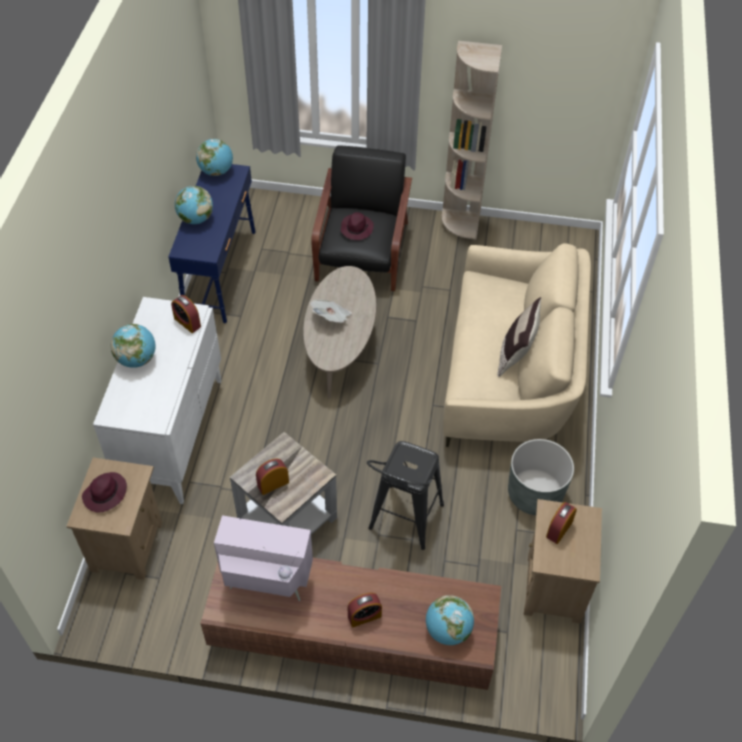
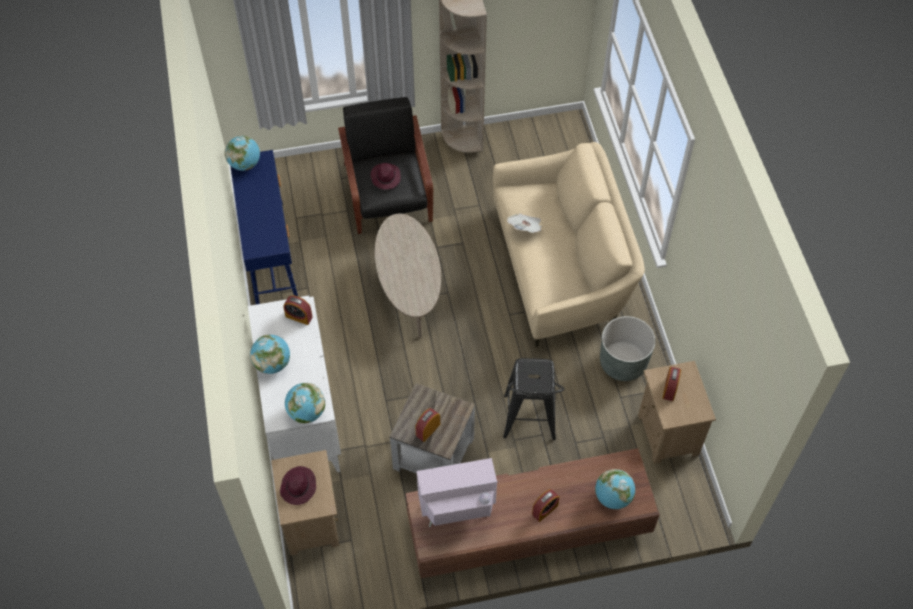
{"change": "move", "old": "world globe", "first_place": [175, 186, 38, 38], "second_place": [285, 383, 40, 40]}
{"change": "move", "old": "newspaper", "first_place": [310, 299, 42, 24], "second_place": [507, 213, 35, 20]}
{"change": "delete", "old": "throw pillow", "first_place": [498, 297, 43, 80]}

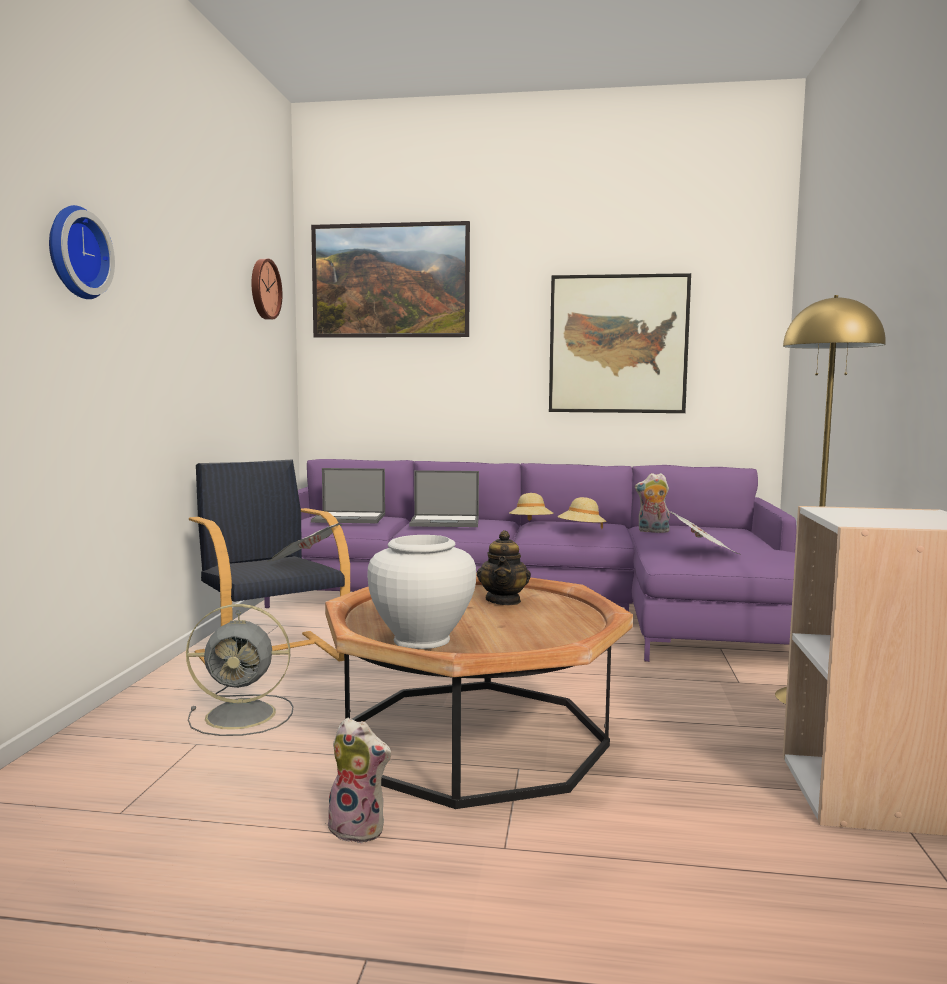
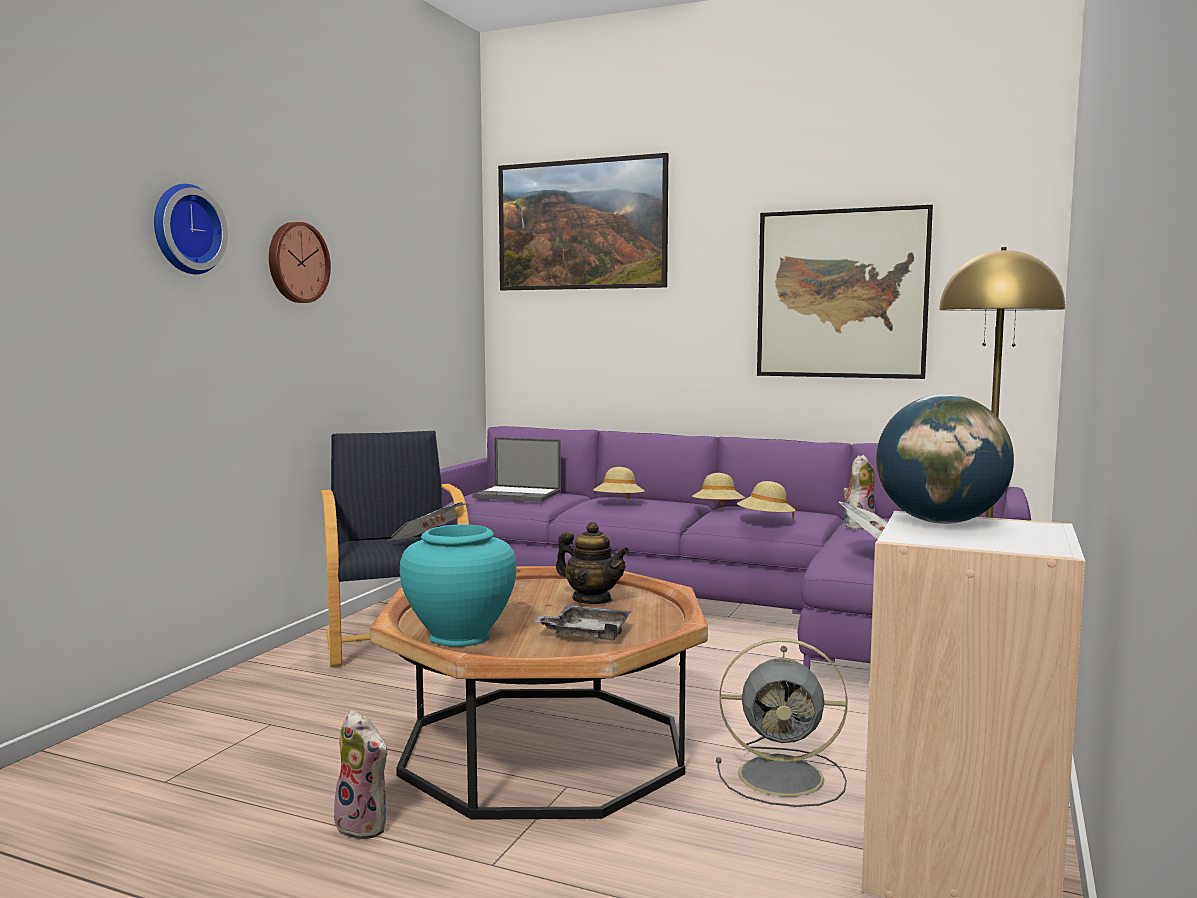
{"change": "move", "old": "greyish fan", "first_place": [186, 604, 107, 132], "second_place": [716, 638, 132, 169]}
{"change": "move", "old": "hanging clock", "first_place": [252, 259, 30, 61], "second_place": [269, 222, 62, 81]}
{"change": "recolor", "old": "whitish flower vase", "new": "turquoise-coloured flower vase", "first_place": [367, 535, 109, 114], "second_place": [400, 524, 117, 123]}
{"change": "replace", "old": "notebook computer", "new": "beige-coloured clothing hat", "first_place": [409, 470, 70, 57], "second_place": [593, 467, 52, 32]}
{"change": "rotate", "old": "pot for tea", "first_place": [477, 530, 54, 75], "second_place": [556, 522, 74, 82], "degrees": -75}
{"change": "rotate", "old": "cuddly toy", "first_place": [635, 473, 35, 60], "second_place": [843, 455, 32, 75], "degrees": 105}
{"change": "insert", "new": "greyish tray", "second_place": [533, 605, 98, 35]}
{"change": "insert", "new": "world globe", "second_place": [876, 394, 138, 130]}

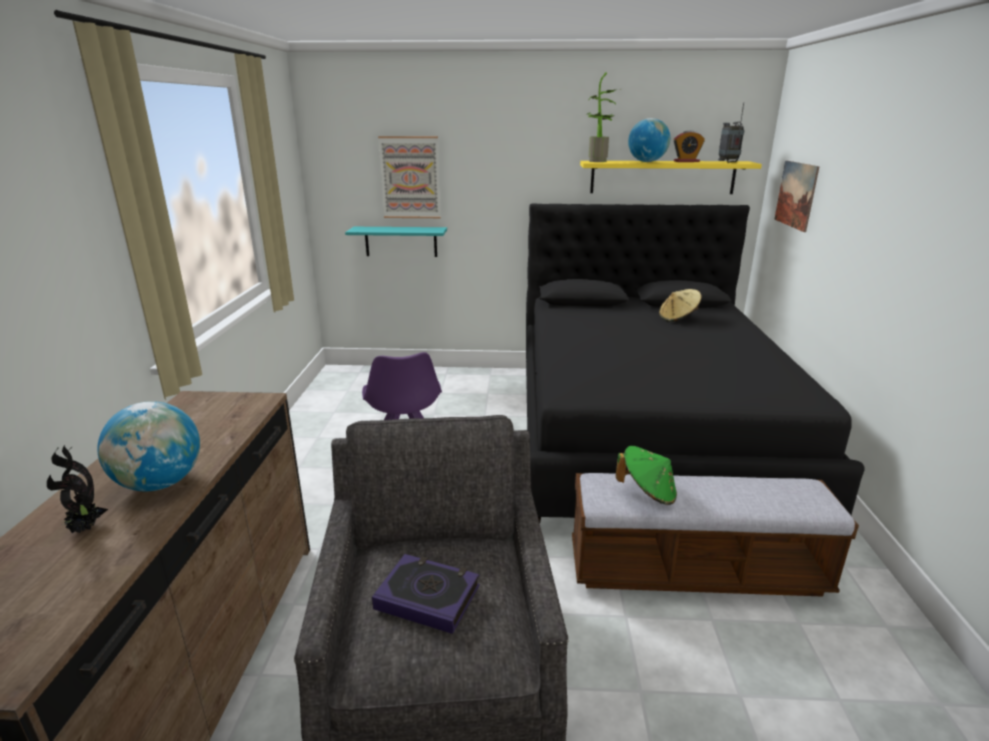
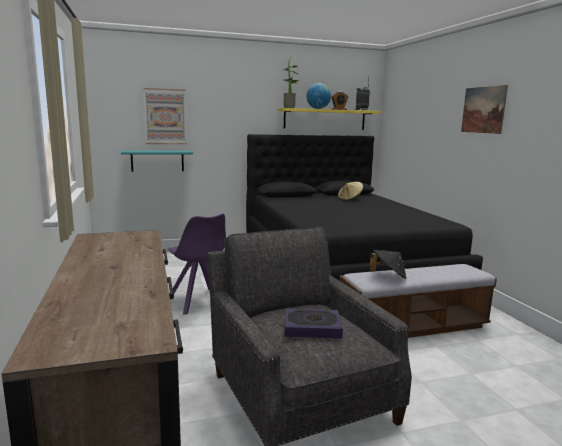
{"change": "delete", "old": "houseplant", "first_place": [47, 444, 61, 89]}
{"change": "delete", "old": "world globe", "first_place": [97, 401, 103, 90]}
{"change": "recolor", "old": "green clothing hat", "new": "black-coloured clothing hat", "first_place": [616, 446, 61, 59], "second_place": [369, 250, 38, 29]}
{"change": "move", "old": "picture", "first_place": [774, 160, 45, 72], "second_place": [461, 85, 47, 49]}

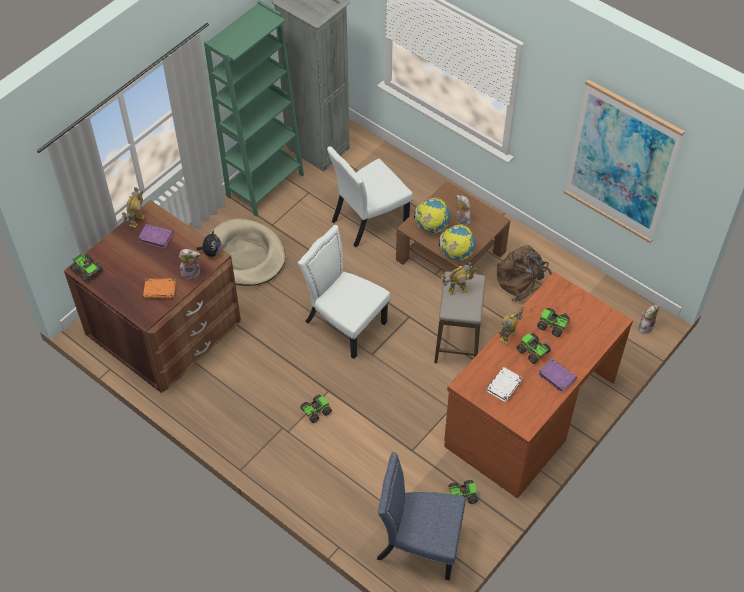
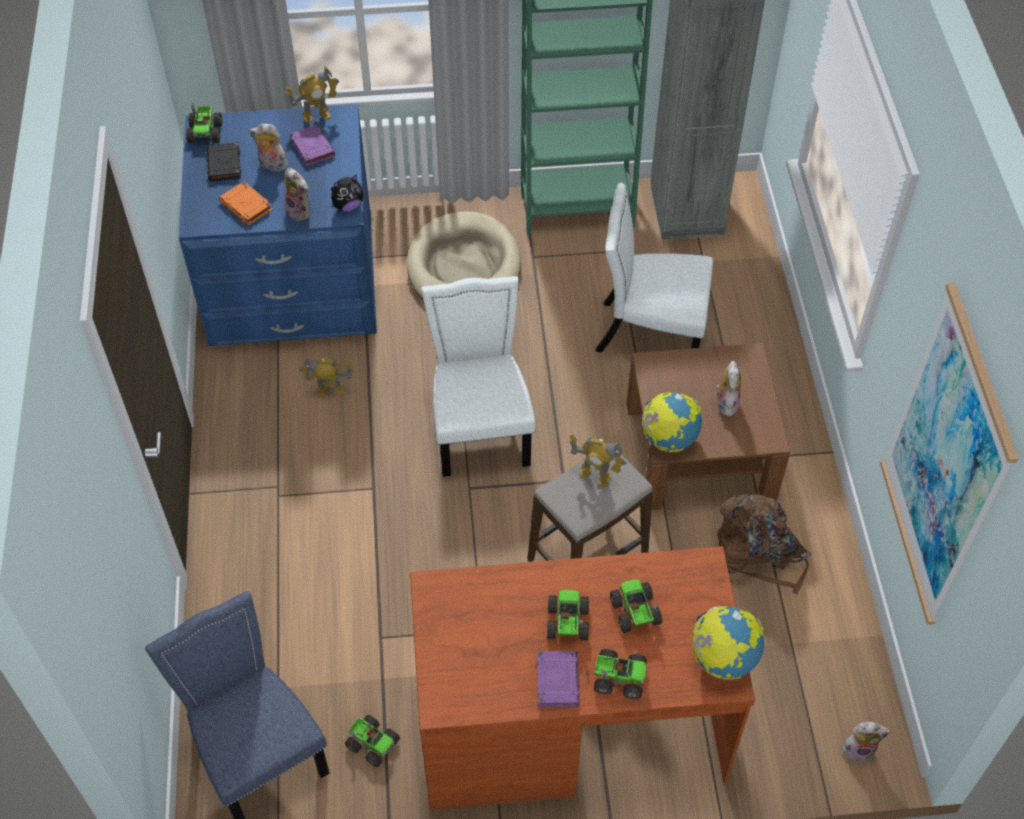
{"change": "recolor", "old": "brown dresser", "new": "blue dresser", "first_place": [64, 200, 177, 193], "second_place": [179, 104, 198, 242]}
{"change": "move", "old": "toy truck", "first_place": [300, 395, 32, 28], "second_place": [594, 649, 53, 50]}
{"change": "move", "old": "world globe", "first_place": [414, 197, 36, 36], "second_place": [692, 606, 72, 74]}
{"change": "delete", "old": "whitish book", "first_place": [486, 367, 36, 35]}
{"change": "move", "old": "model robot", "first_place": [499, 306, 25, 39], "second_place": [299, 358, 55, 39]}
{"change": "insert", "new": "black-coloured book", "second_place": [207, 142, 34, 40]}
{"change": "insert", "new": "cuddly toy", "second_place": [249, 123, 39, 48]}

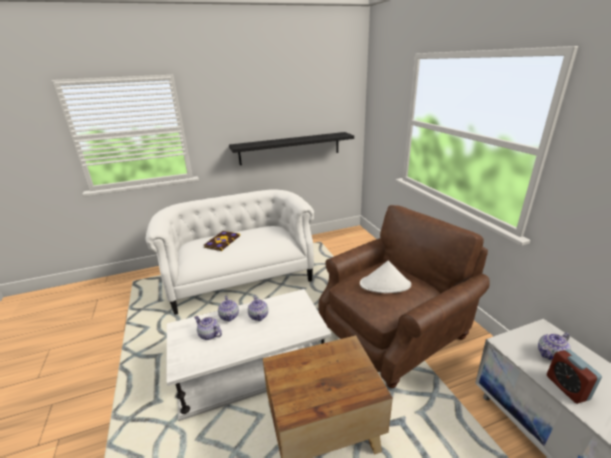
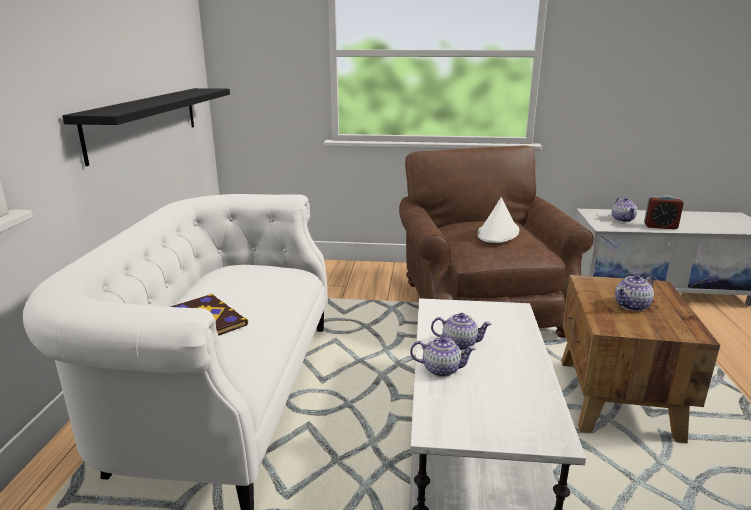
{"change": "move", "old": "pot for tea", "first_place": [194, 316, 28, 24], "second_place": [615, 274, 39, 37]}

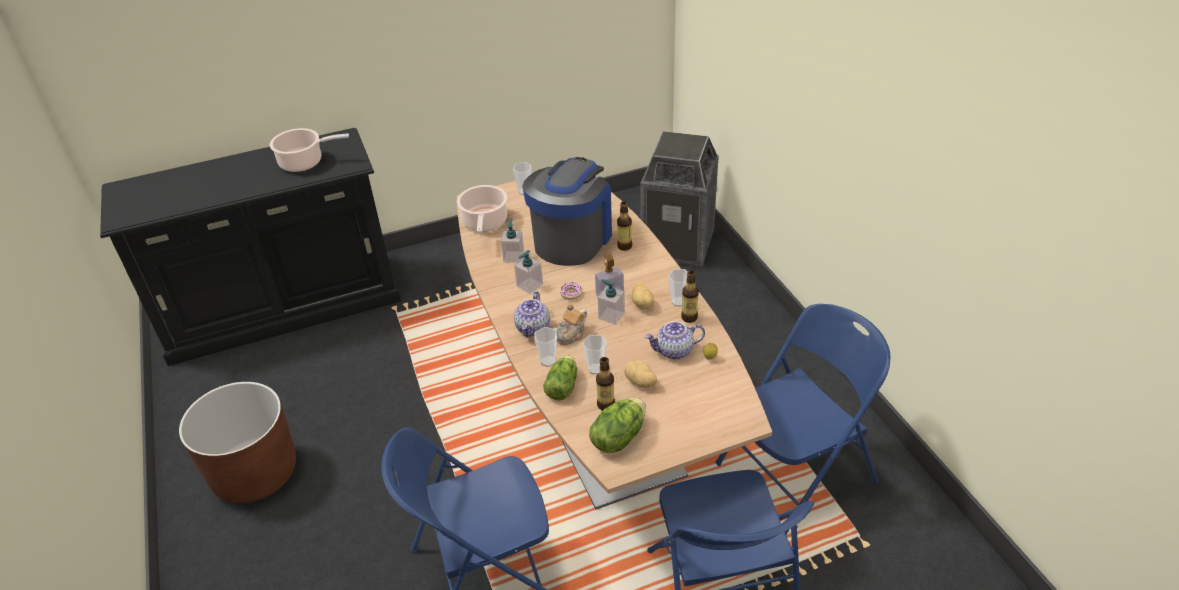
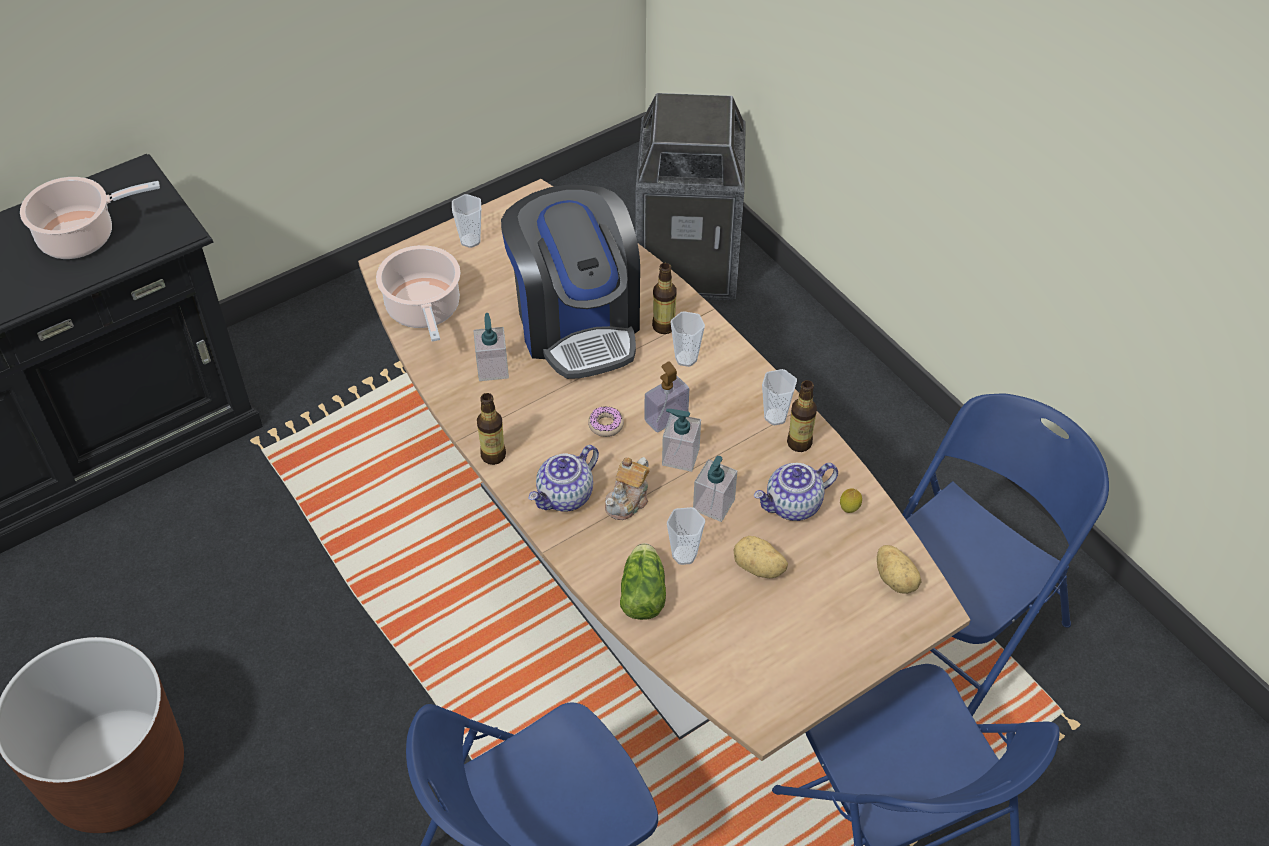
{"change": "move", "old": "soap bottle", "first_place": [514, 250, 29, 44], "second_place": [693, 456, 44, 66]}
{"change": "rotate", "old": "pot for tea", "first_place": [514, 291, 36, 46], "second_place": [529, 445, 70, 67], "degrees": 45}
{"change": "rotate", "old": "coffee machine", "first_place": [522, 157, 90, 109], "second_place": [501, 185, 139, 194], "degrees": 150}
{"change": "move", "old": "drinking cup", "first_place": [534, 327, 23, 40], "second_place": [671, 311, 34, 56]}
{"change": "delete", "old": "lettuce", "first_place": [589, 398, 57, 55]}
{"change": "move", "old": "beverage bottle", "first_place": [596, 357, 19, 54], "second_place": [477, 393, 29, 72]}
{"change": "move", "old": "whole potato", "first_place": [632, 283, 22, 26], "second_place": [877, 545, 44, 49]}

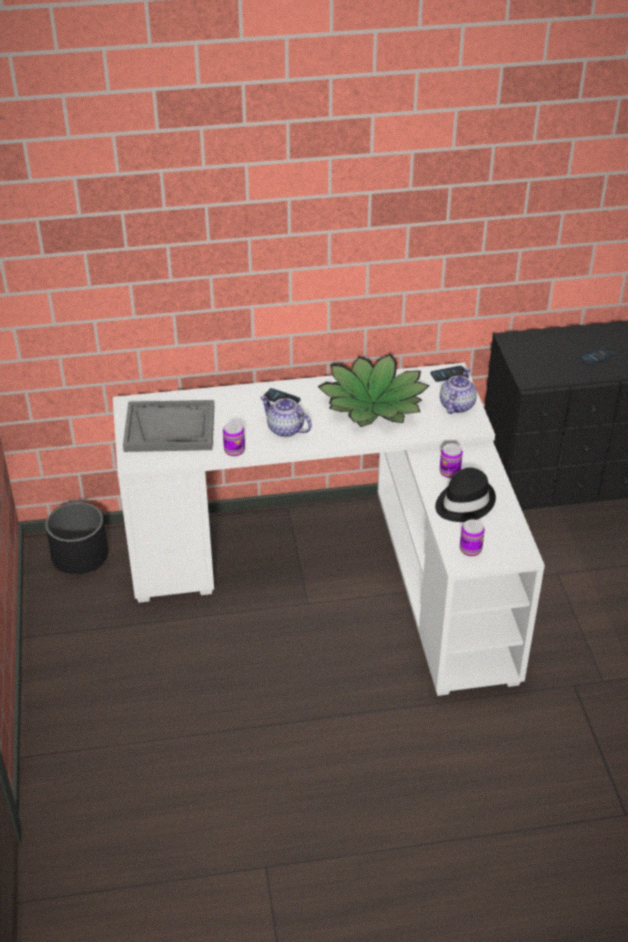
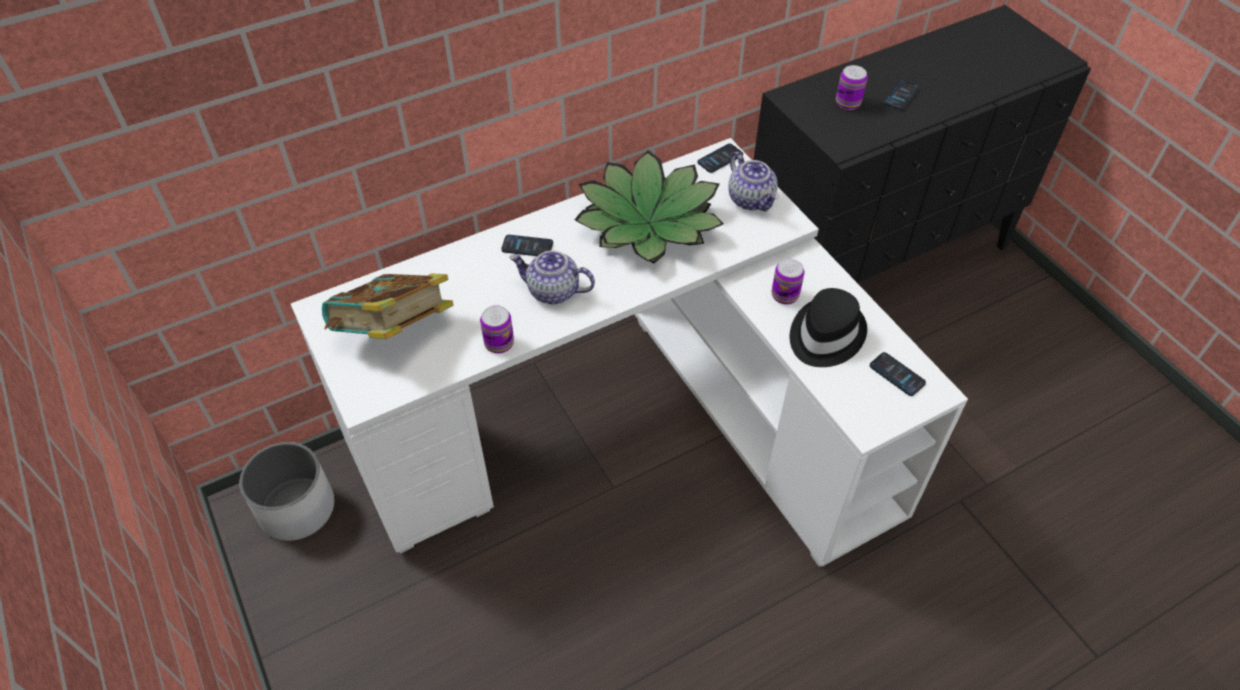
{"change": "recolor", "old": "black-coloured plant pot", "new": "whitish plant pot", "first_place": [46, 502, 62, 73], "second_place": [239, 442, 95, 99]}
{"change": "replace", "old": "greyish tray", "new": "book", "first_place": [123, 400, 91, 52], "second_place": [322, 273, 131, 66]}
{"change": "rotate", "old": "pot for tea", "first_place": [440, 368, 37, 46], "second_place": [728, 152, 51, 59], "degrees": 150}
{"change": "move", "old": "can", "first_place": [460, 519, 25, 38], "second_place": [836, 65, 32, 45]}
{"change": "insert", "new": "handset", "second_place": [869, 352, 57, 44]}

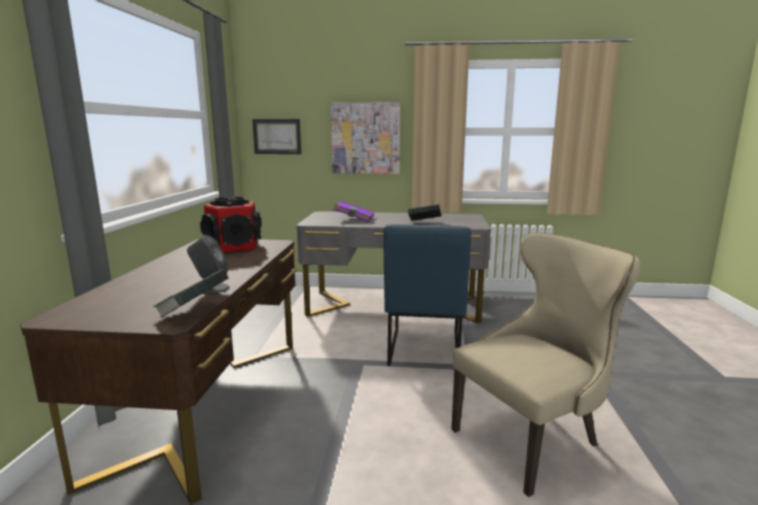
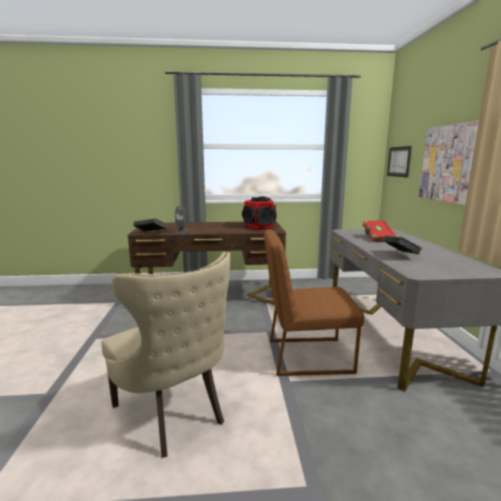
{"change": "recolor", "old": "purplish book", "new": "red-coloured book", "first_place": [333, 201, 41, 21], "second_place": [363, 220, 34, 22]}
{"change": "recolor", "old": "blue chair", "new": "brown chair", "first_place": [383, 225, 88, 141], "second_place": [264, 229, 100, 147]}

